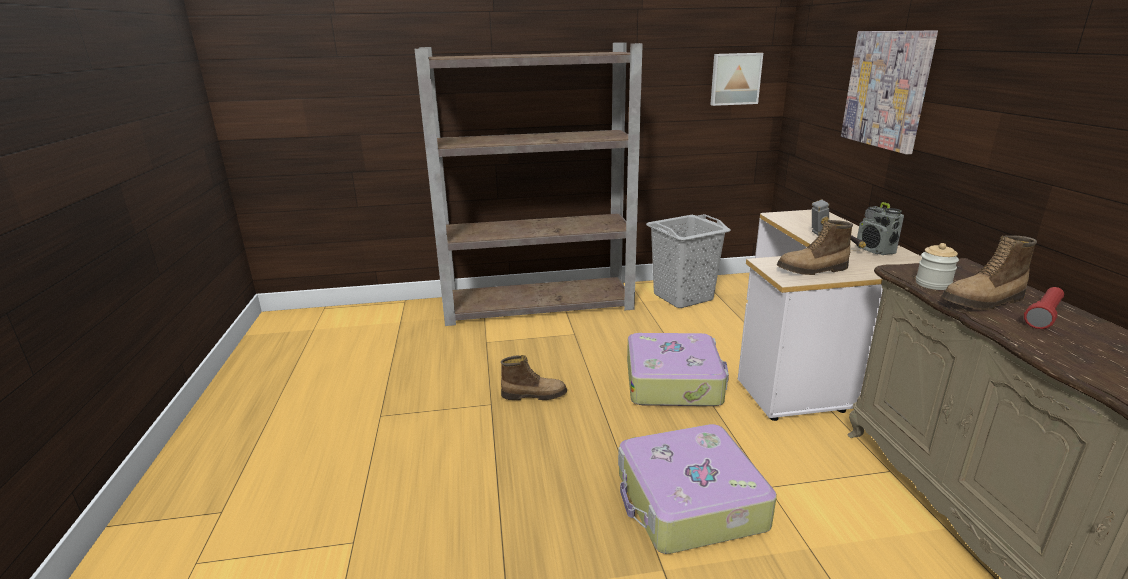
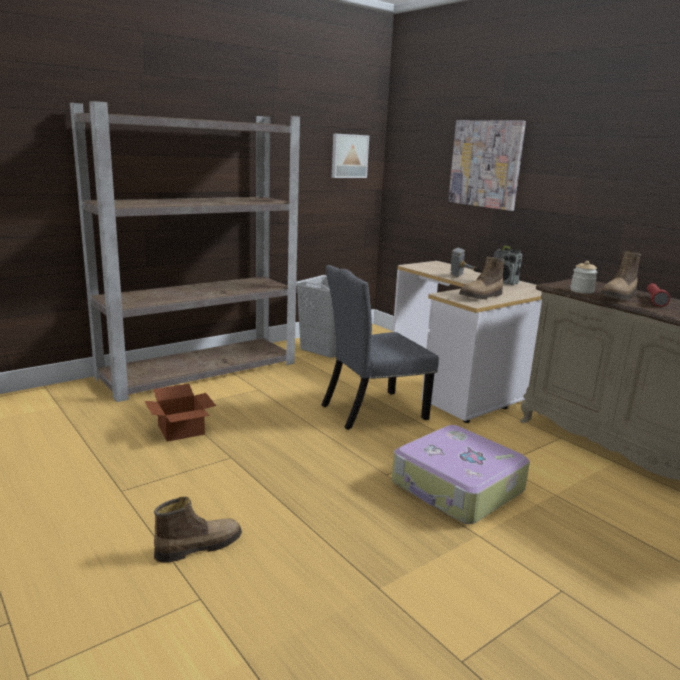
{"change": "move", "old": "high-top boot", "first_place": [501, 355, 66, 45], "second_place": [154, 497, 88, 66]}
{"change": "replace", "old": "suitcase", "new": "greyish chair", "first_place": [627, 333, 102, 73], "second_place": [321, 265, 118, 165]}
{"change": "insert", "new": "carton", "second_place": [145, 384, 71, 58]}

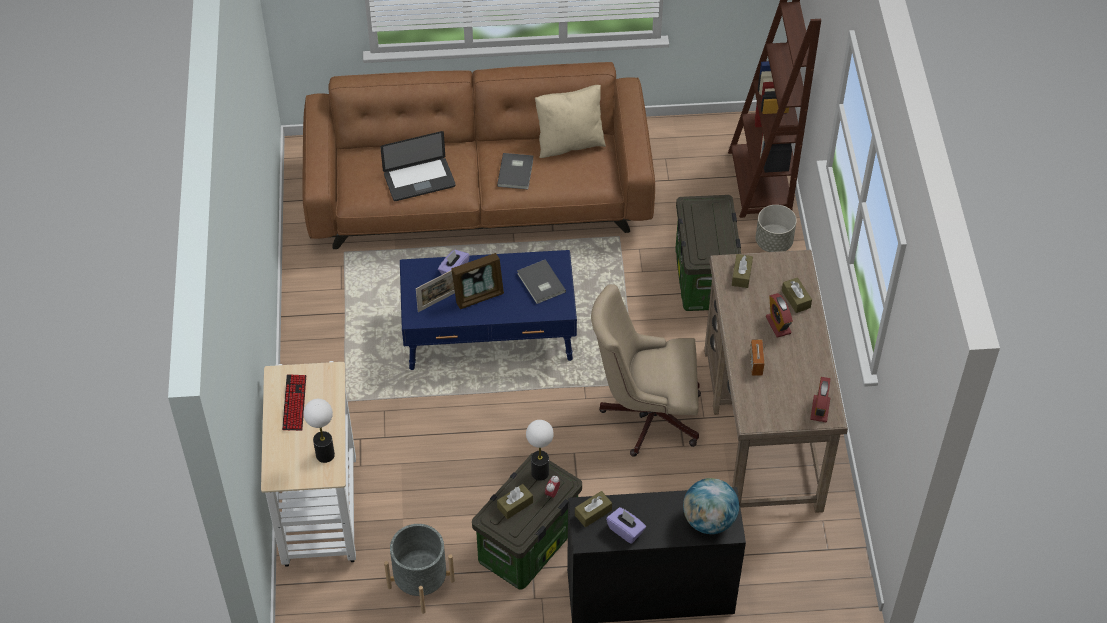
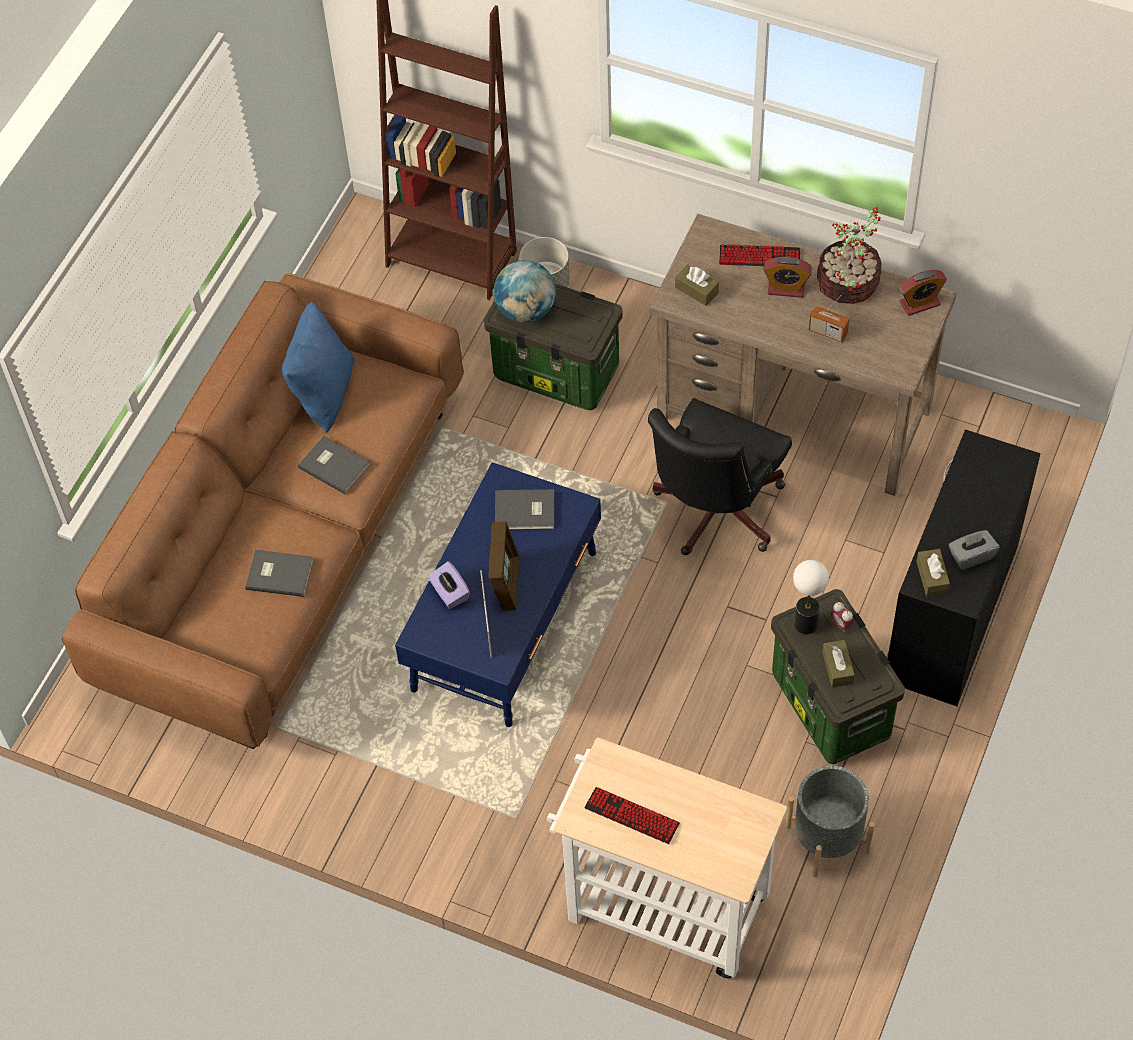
{"change": "delete", "old": "lamp for a table", "first_place": [304, 399, 31, 64]}
{"change": "replace", "old": "notebook computer", "new": "greyish book", "first_place": [380, 131, 76, 70], "second_place": [245, 550, 69, 47]}
{"change": "recolor", "old": "beige-coloured throw pillow", "new": "blue throw pillow", "first_place": [535, 85, 71, 73], "second_place": [282, 301, 73, 132]}
{"change": "recolor", "old": "beige-coloured desk chair", "new": "black-coloured desk chair", "first_place": [591, 284, 110, 173], "second_place": [648, 398, 144, 157]}
{"change": "recolor", "old": "purplish box of tissues", "new": "greyish box of tissues", "first_place": [606, 507, 40, 37], "second_place": [949, 530, 51, 40]}
{"change": "move", "old": "world globe", "first_place": [683, 478, 56, 56], "second_place": [494, 260, 62, 63]}
{"change": "replace", "old": "brown box of tissues", "new": "PC keyboard", "first_place": [782, 277, 30, 36], "second_place": [719, 244, 81, 22]}
{"change": "rotate", "old": "table clock", "first_place": [810, 377, 20, 45], "second_place": [900, 270, 47, 46], "degrees": -60}
{"change": "insert", "new": "houseplant", "second_place": [817, 207, 64, 97]}

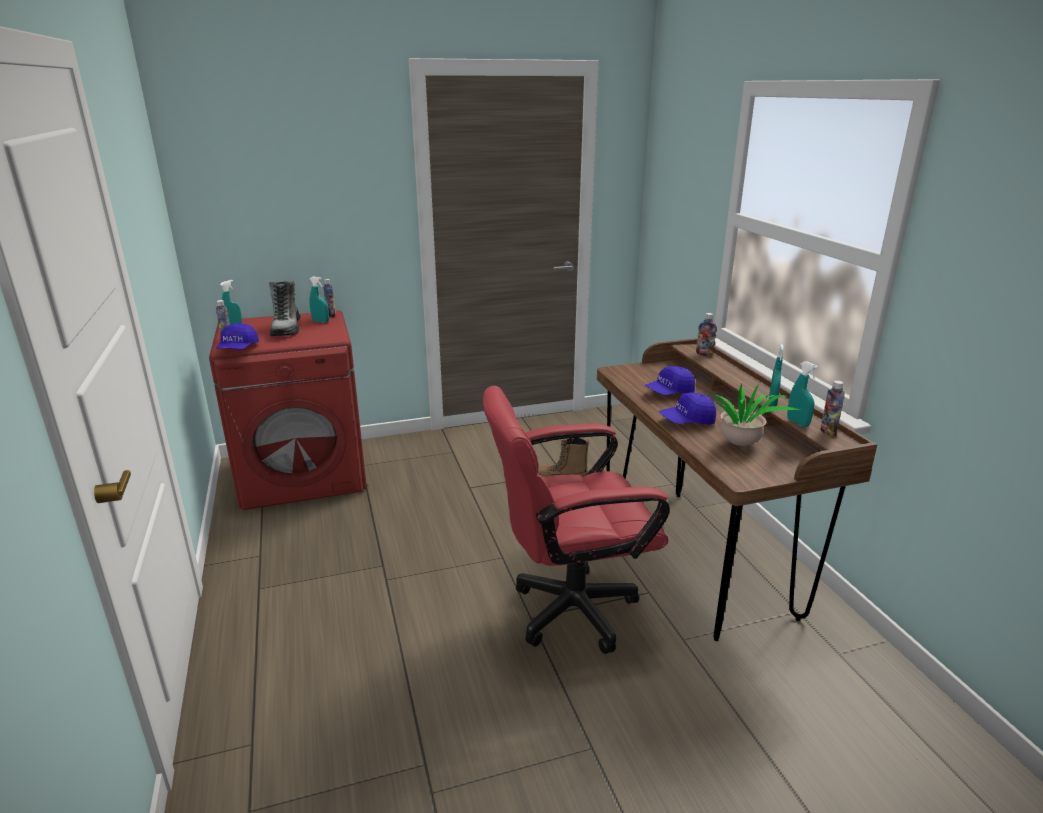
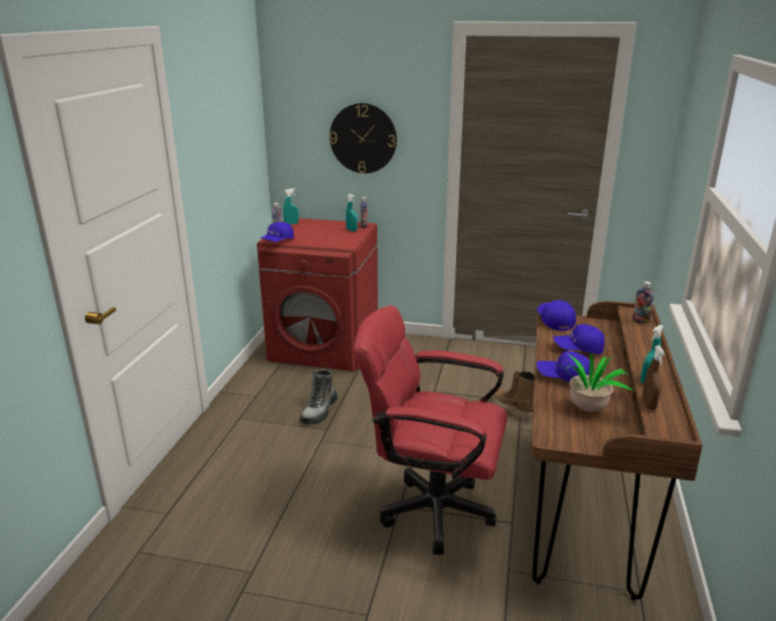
{"change": "move", "old": "high-top boot", "first_place": [269, 281, 32, 55], "second_place": [300, 369, 38, 55]}
{"change": "recolor", "old": "turquoise-coloured hand sprayer", "new": "brown hand sprayer", "first_place": [787, 361, 32, 66], "second_place": [642, 345, 23, 65]}
{"change": "delete", "old": "beverage bottle", "first_place": [820, 380, 25, 56]}
{"change": "insert", "new": "hanging clock", "second_place": [329, 103, 68, 70]}
{"change": "insert", "new": "blue peaked cap", "second_place": [537, 300, 39, 31]}

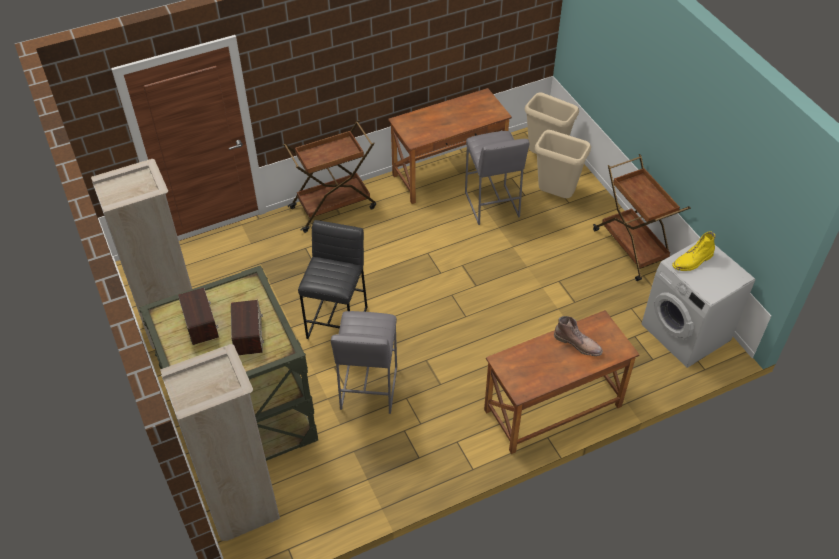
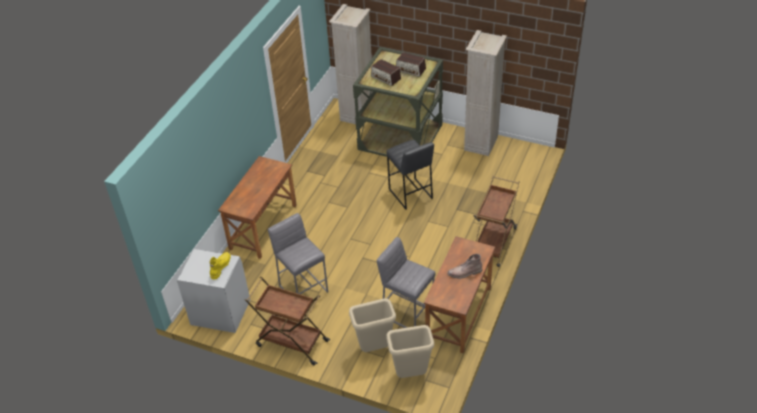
{"change": "move", "old": "greyish stool seat", "first_place": [331, 311, 66, 103], "second_place": [268, 213, 60, 81]}
{"change": "move", "old": "brown high-top boot", "first_place": [554, 316, 49, 40], "second_place": [447, 254, 35, 25]}

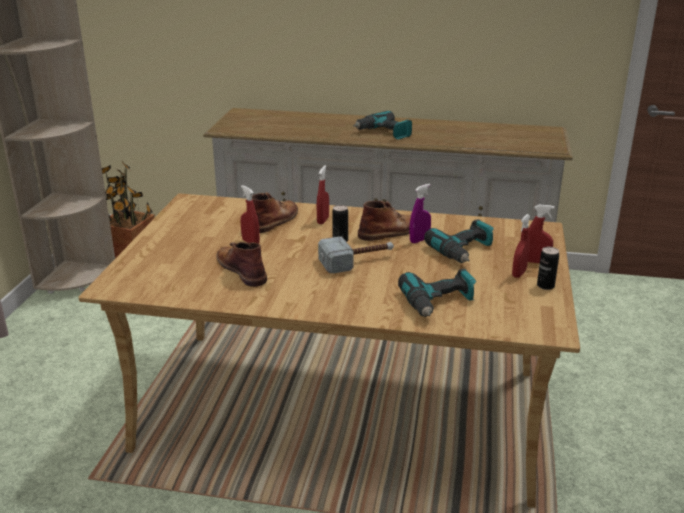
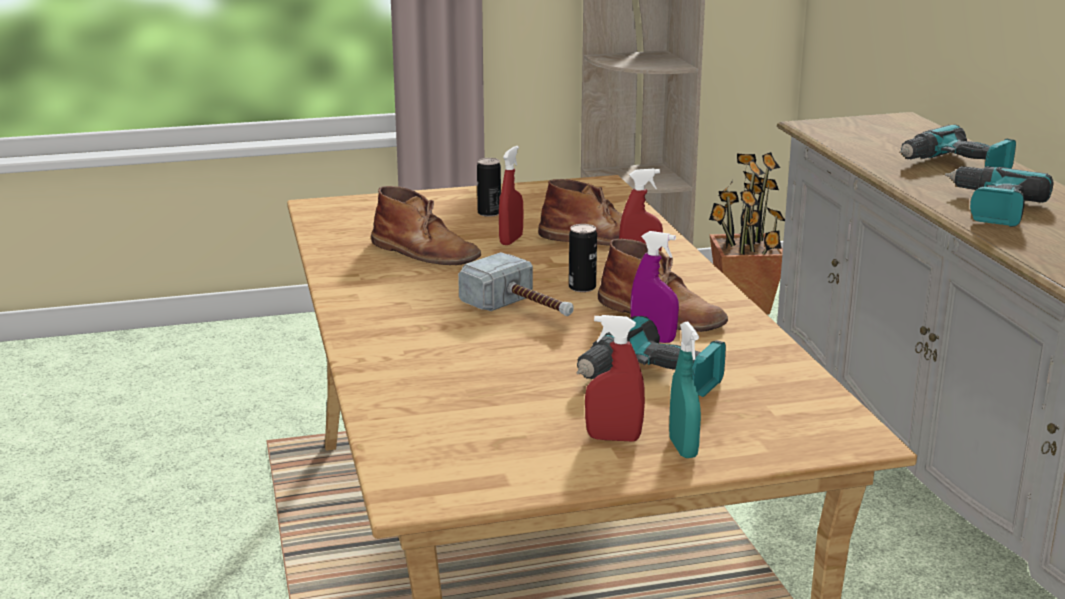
{"change": "rotate", "old": "brown high-top boot", "first_place": [217, 242, 50, 45], "second_place": [371, 186, 110, 79], "degrees": 90}
{"change": "move", "old": "power drill", "first_place": [398, 269, 78, 48], "second_place": [900, 125, 116, 44]}
{"change": "recolor", "old": "red-coloured hand sprayer", "new": "turquoise-coloured hand sprayer", "first_place": [528, 205, 27, 58], "second_place": [669, 322, 32, 136]}
{"change": "move", "old": "can", "first_place": [537, 247, 22, 43], "second_place": [477, 158, 24, 59]}

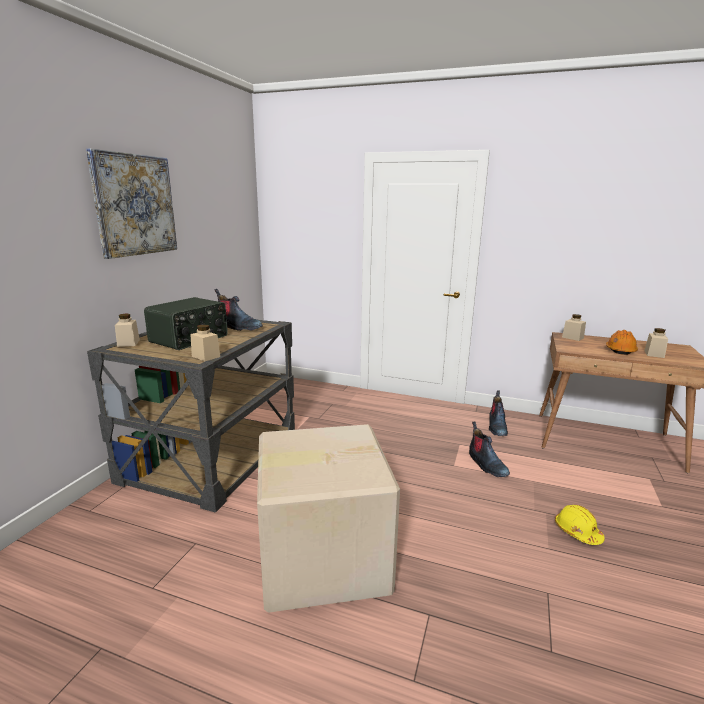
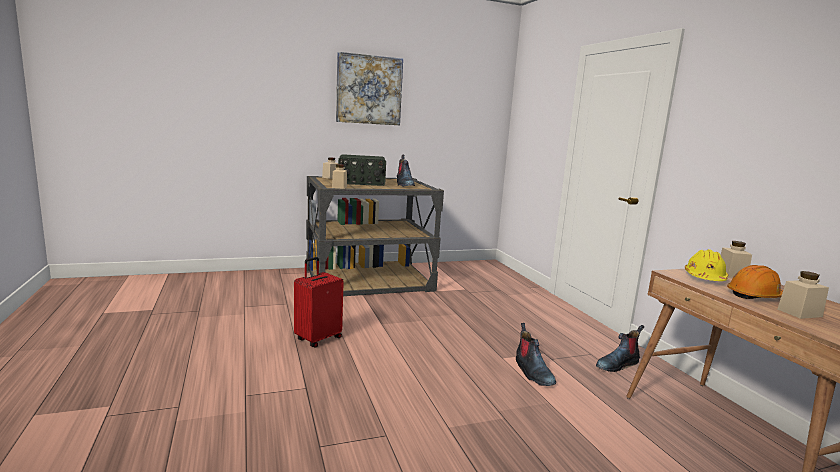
{"change": "replace", "old": "carton", "new": "red-coloured suitcase", "first_place": [257, 424, 143, 189], "second_place": [294, 257, 50, 91]}
{"change": "rotate", "old": "high-top boot", "first_place": [469, 422, 41, 55], "second_place": [516, 323, 40, 63], "degrees": -45}
{"change": "move", "old": "yellow safety helmet", "first_place": [555, 505, 50, 40], "second_place": [685, 249, 43, 32]}

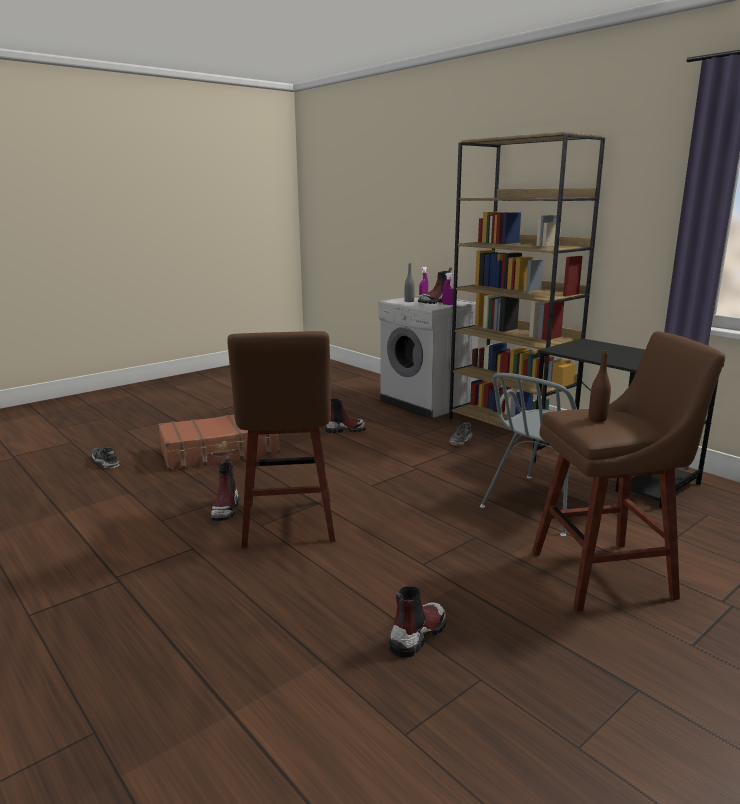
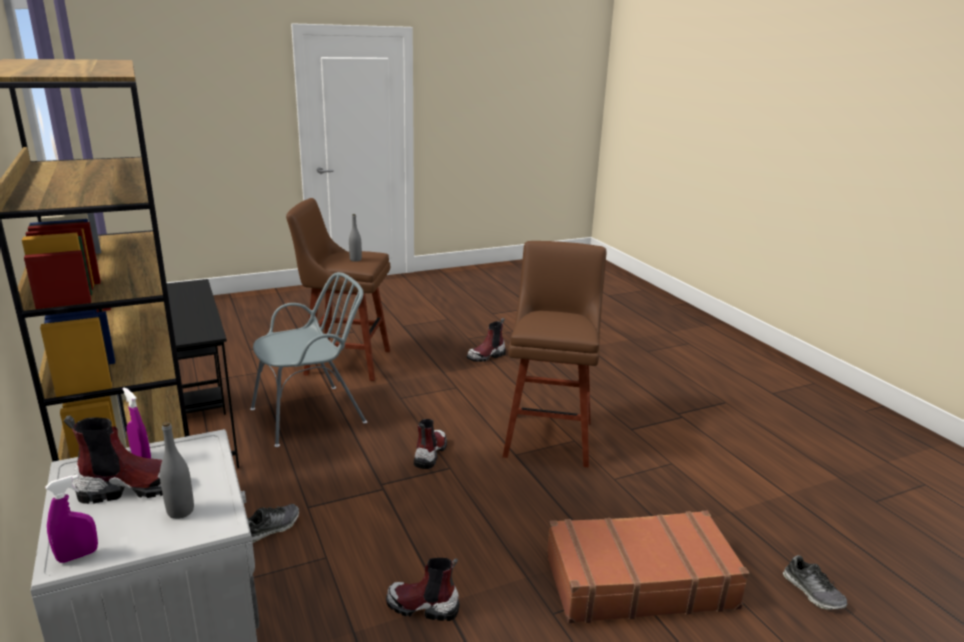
{"change": "move", "old": "high-top boot", "first_place": [210, 456, 29, 65], "second_place": [414, 419, 33, 50]}
{"change": "recolor", "old": "brown beverage bottle", "new": "greyish beverage bottle", "first_place": [589, 350, 22, 72], "second_place": [349, 214, 13, 48]}

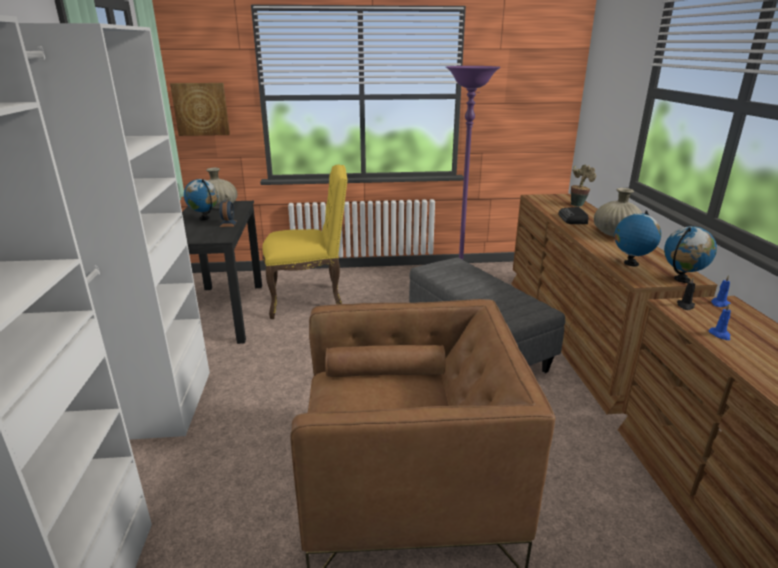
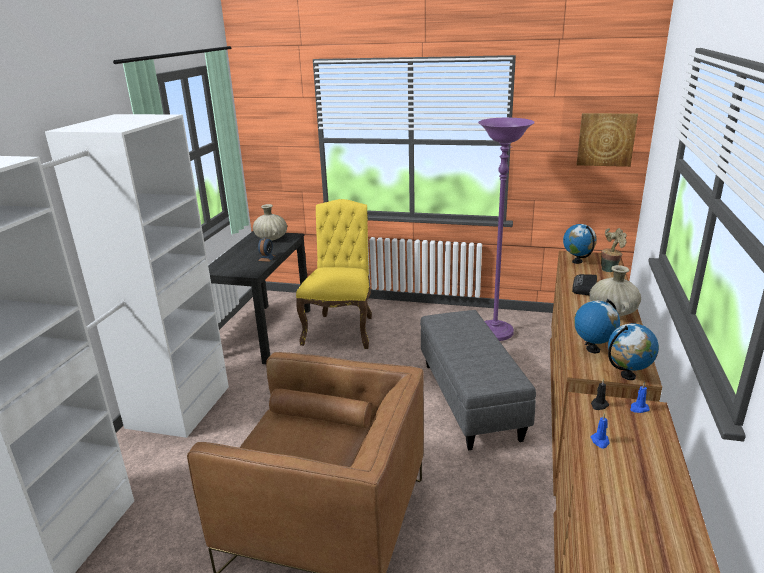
{"change": "move", "old": "picture", "first_place": [170, 83, 60, 53], "second_place": [577, 113, 61, 54]}
{"change": "move", "old": "world globe", "first_place": [184, 179, 34, 41], "second_place": [563, 224, 34, 40]}
{"change": "rotate", "old": "yellow chair", "first_place": [262, 165, 86, 154], "second_place": [296, 199, 76, 150], "degrees": -90}

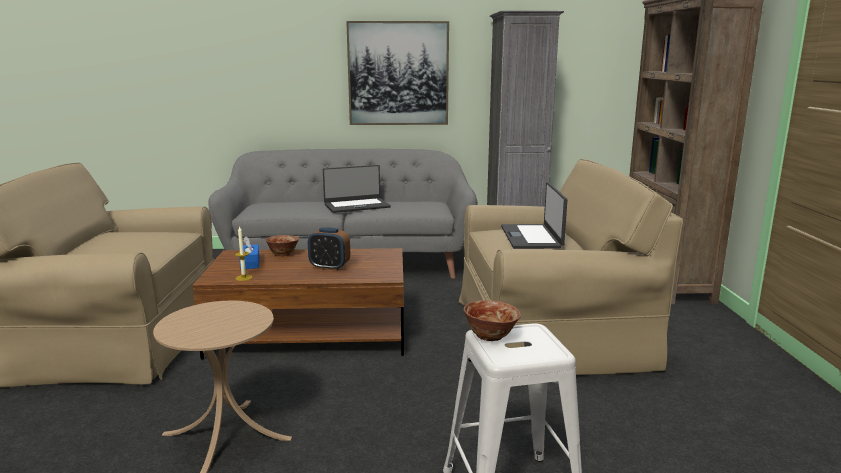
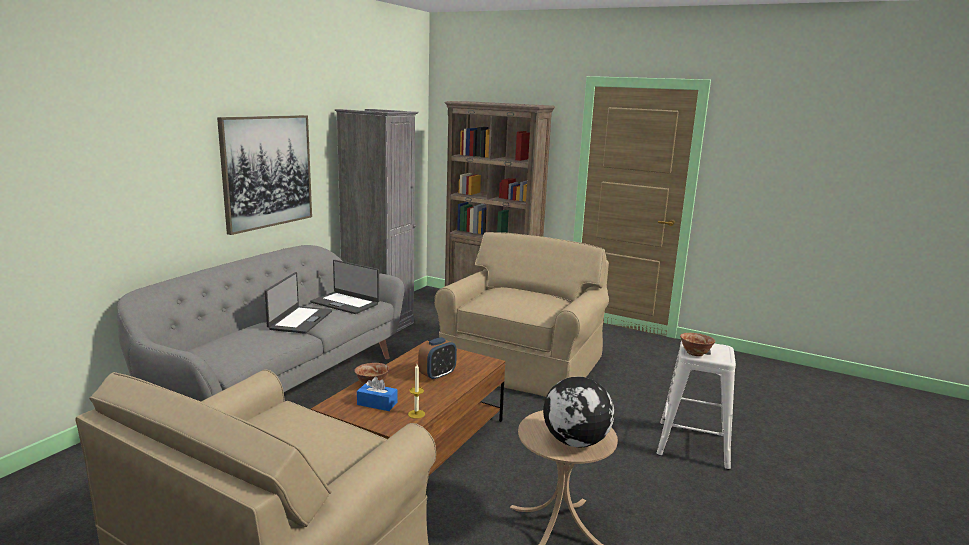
{"change": "move", "old": "notebook computer", "first_place": [501, 182, 67, 67], "second_place": [310, 260, 70, 54]}
{"change": "insert", "new": "world globe", "second_place": [543, 377, 71, 70]}

